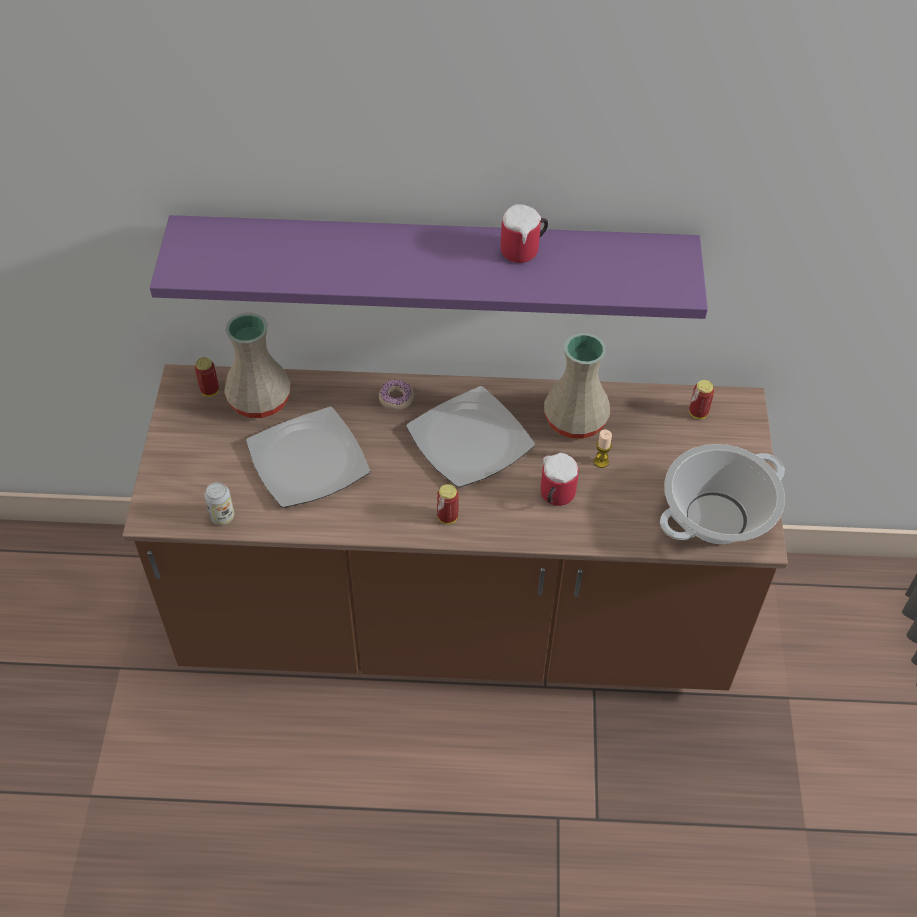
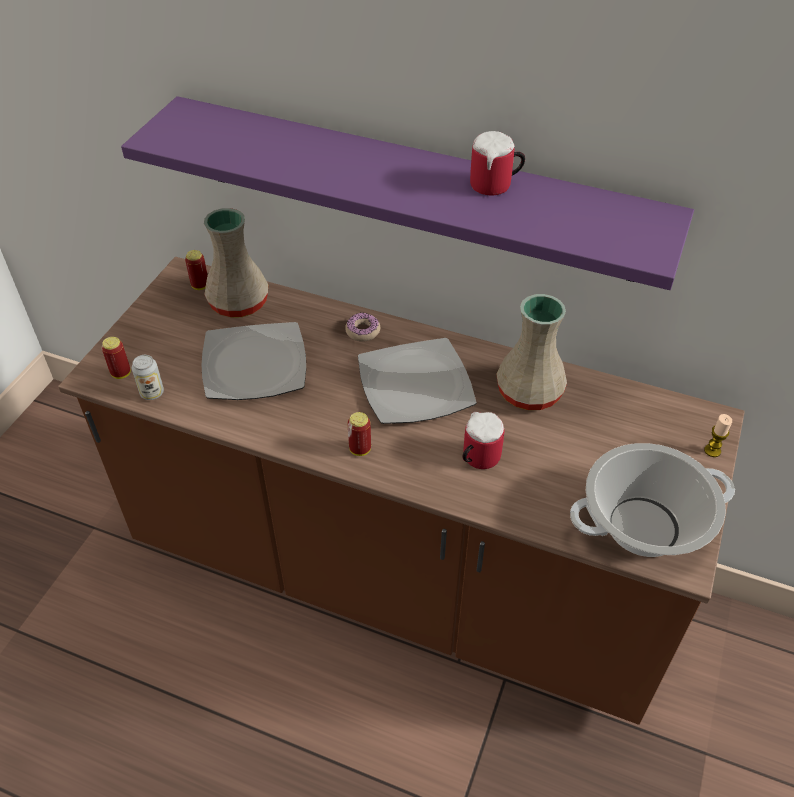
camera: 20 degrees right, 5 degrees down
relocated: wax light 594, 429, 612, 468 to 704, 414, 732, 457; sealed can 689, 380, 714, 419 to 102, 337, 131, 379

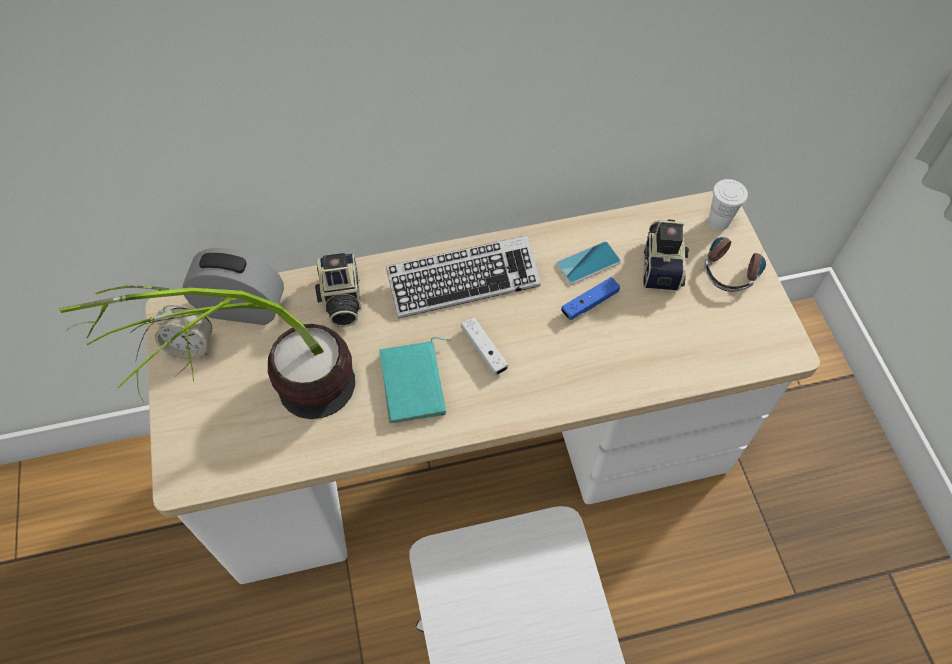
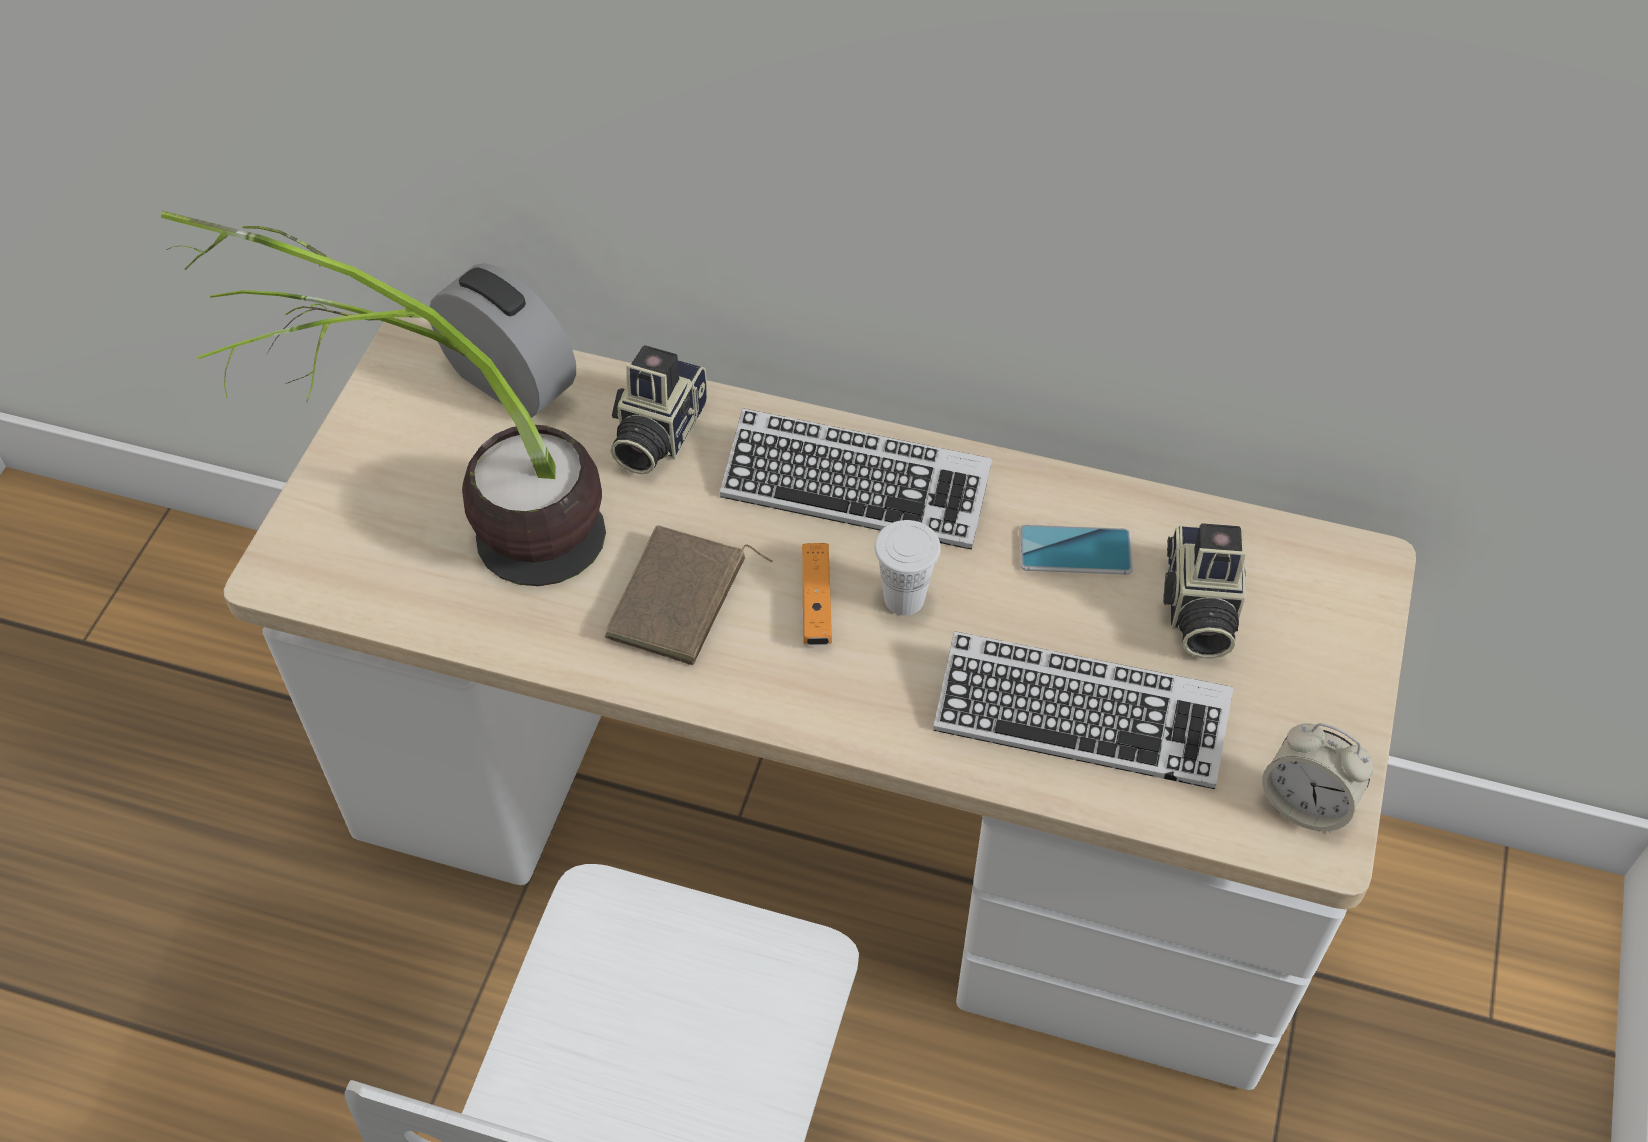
camera: 30 degrees right, 5 degrees down
missing: gamepad/bluish 561, 277, 620, 320; headphones 704, 237, 767, 292
appeared: keyboard 933, 631, 1233, 789
relocated: alarm clock 155, 305, 212, 359 to 1262, 723, 1374, 833; small cup/whitish 708, 179, 748, 231 to 874, 520, 941, 615
colour: volume/blue-green 379, 337, 451, 423 to volume/brown 604, 525, 773, 665; gamepad/whitish 461, 317, 508, 375 to gamepad/orange 802, 543, 832, 646
spun: photo camera 643, 219, 689, 291 = 1163, 523, 1246, 659 150 degrees clockwise

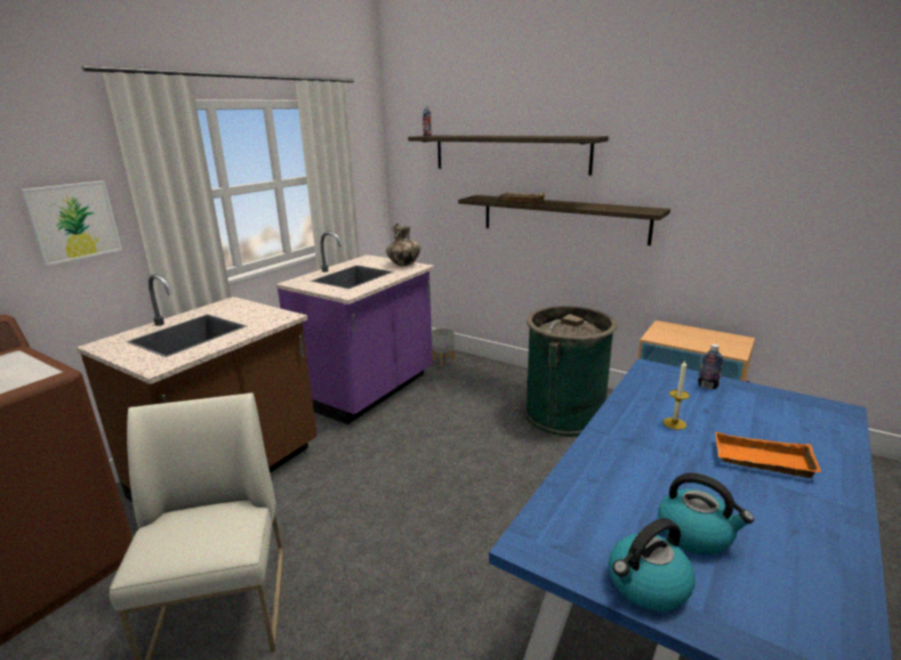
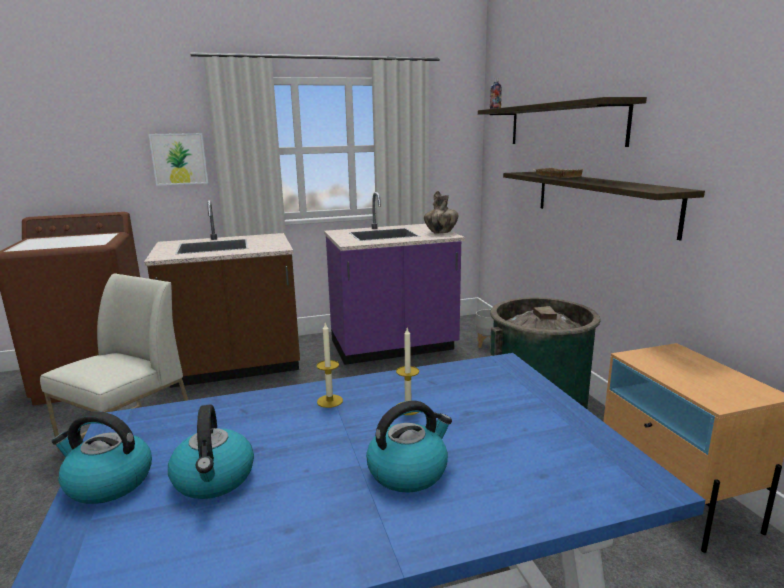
camera: 40 degrees right, 5 degrees down
missing: bottle 698, 344, 723, 389
appeared: wax light 316, 323, 343, 408
exchanged: carrying tray/orange 715, 432, 821, 478 to kettle 366, 401, 452, 493

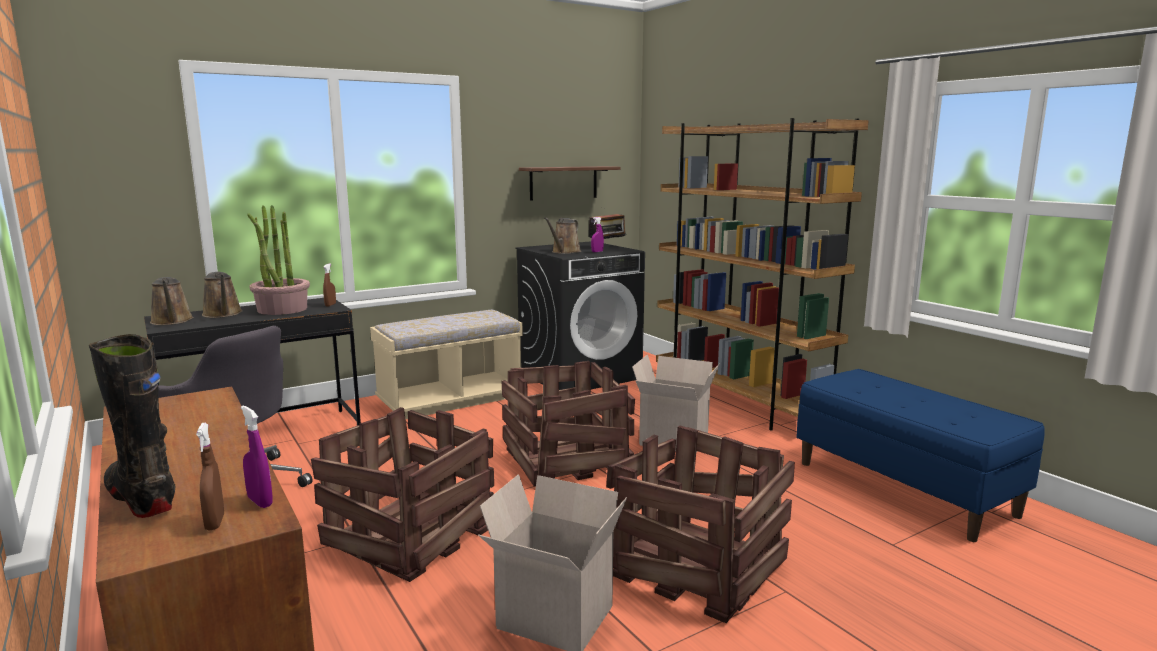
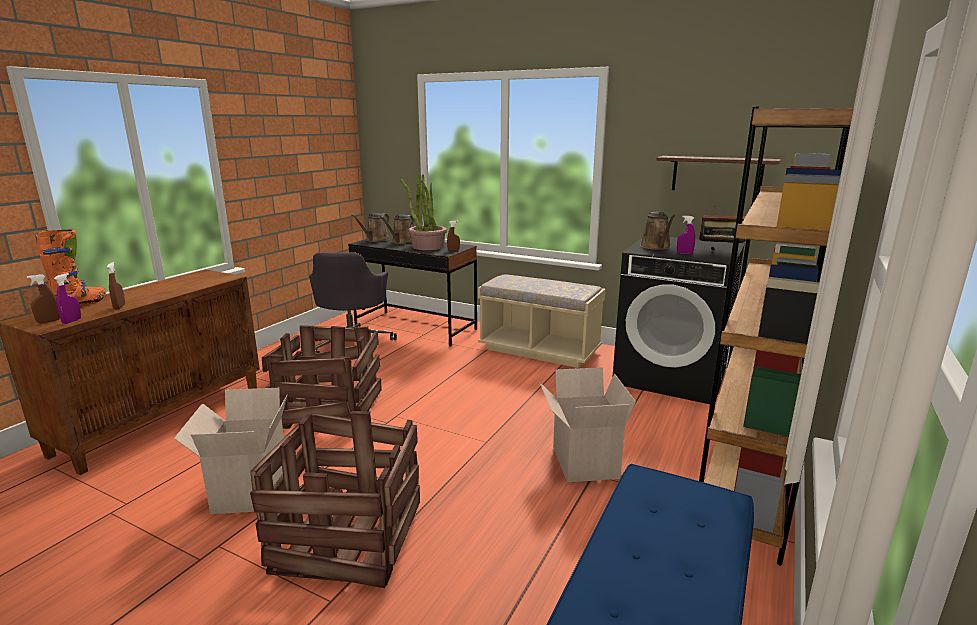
camera: 60 degrees right, 5 degrees up
missing: shipping crate 502, 361, 635, 486
appeared: sprayer/brown 106, 262, 125, 309
colour: tall boot/black 89, 334, 175, 518 to tall boot/orange 36, 229, 106, 306
spun: watering can/brown 544, 217, 581, 254 = 640, 211, 675, 250 90 degrees counterclockwise

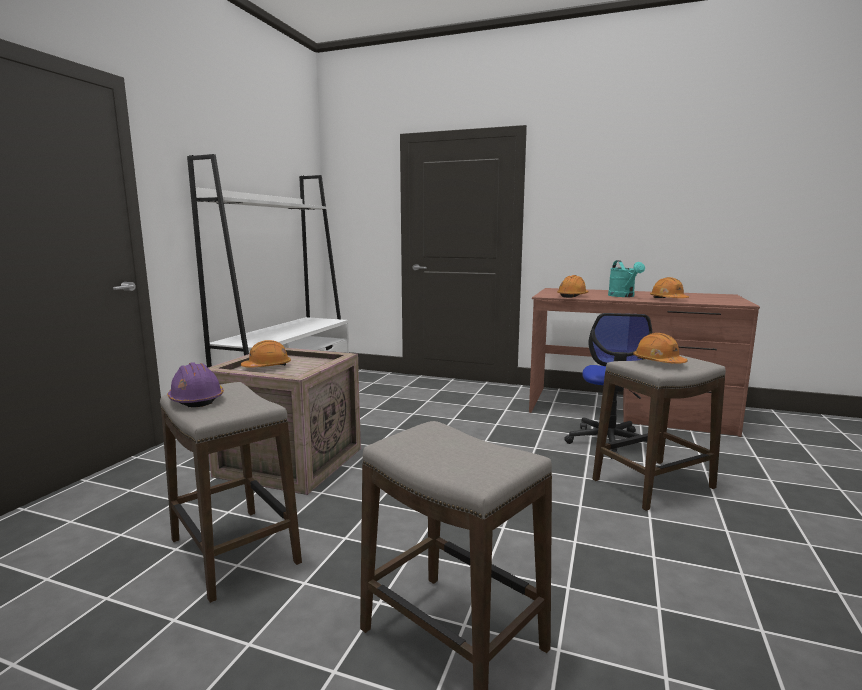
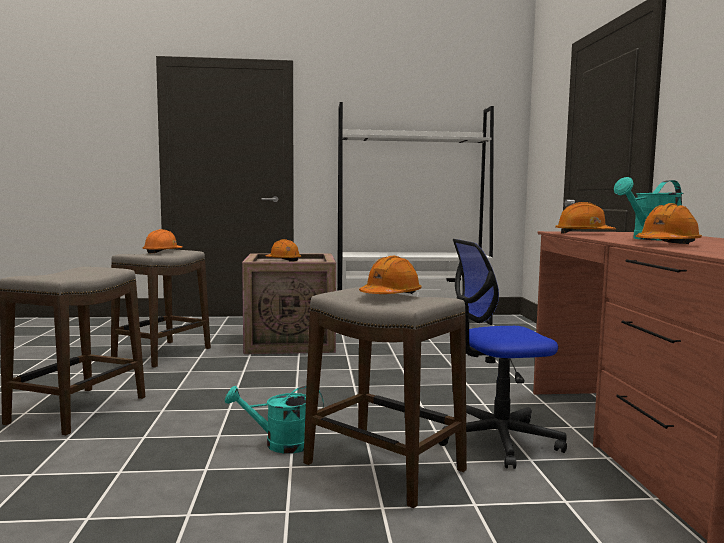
camera: 65 degrees right, 5 degrees down
appeared: watering can/blue-green 225, 386, 324, 454
colour: work helmet/purple 167, 362, 224, 407 to work helmet/orange 142, 229, 183, 253

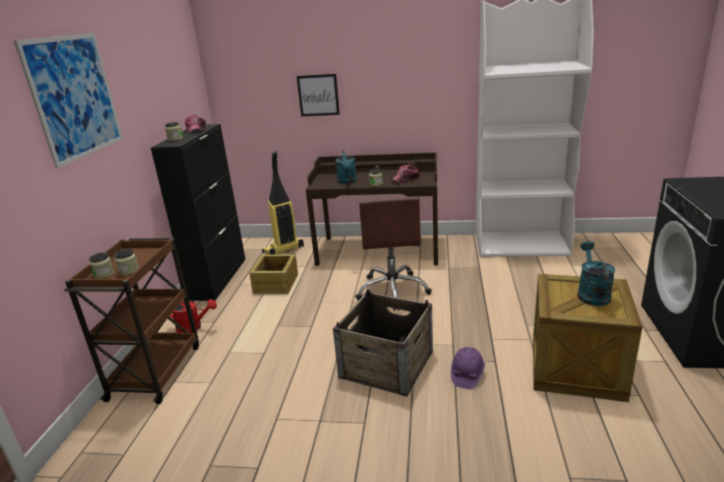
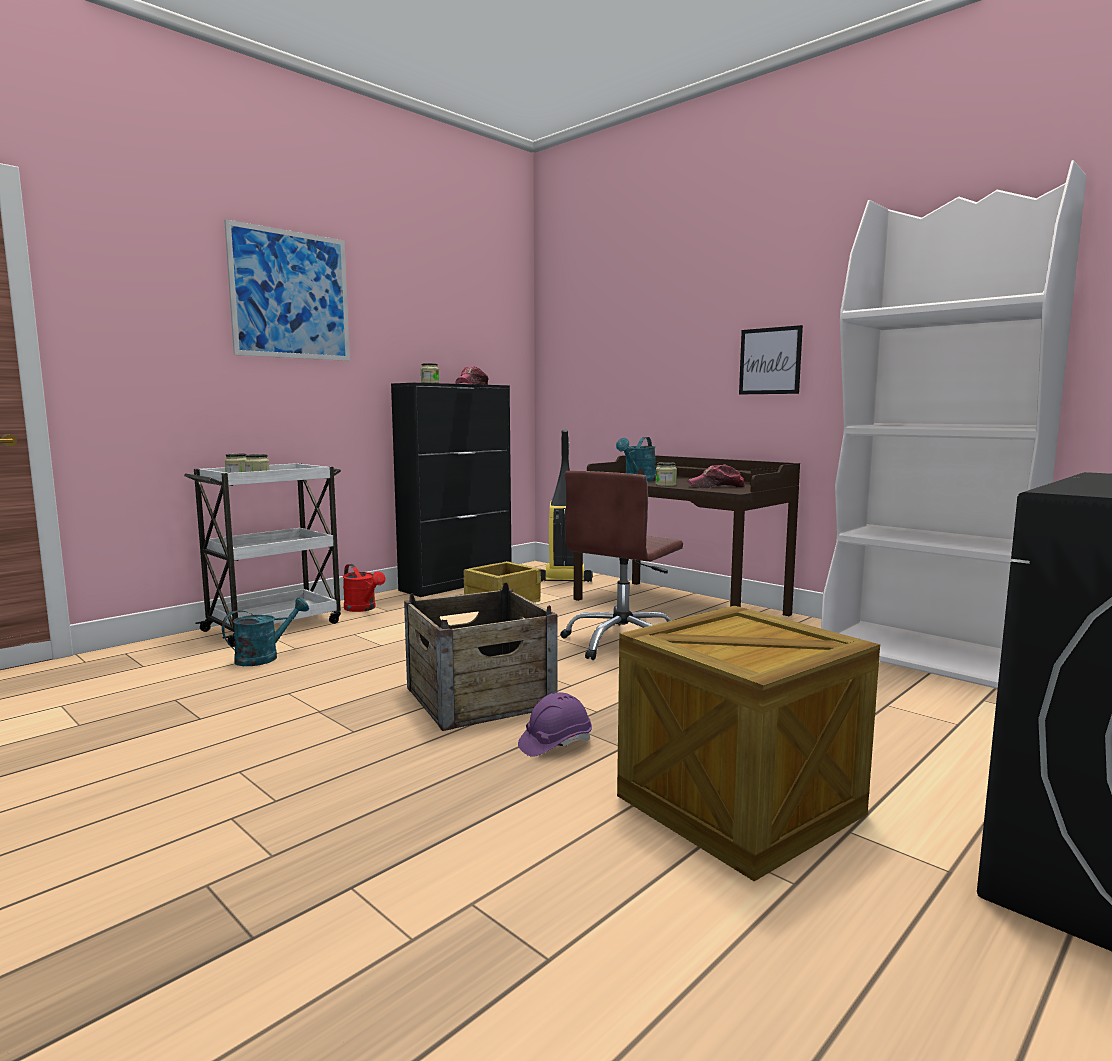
camera: 35 degrees right, 15 degrees down
relocated: wall picture 297, 74, 340, 117 to 739, 325, 803, 394; watering can/blue-green 577, 241, 615, 306 to 222, 598, 309, 666
colour: wheeled cart/brown 64, 238, 199, 404 to wheeled cart/whitish 184, 463, 341, 647

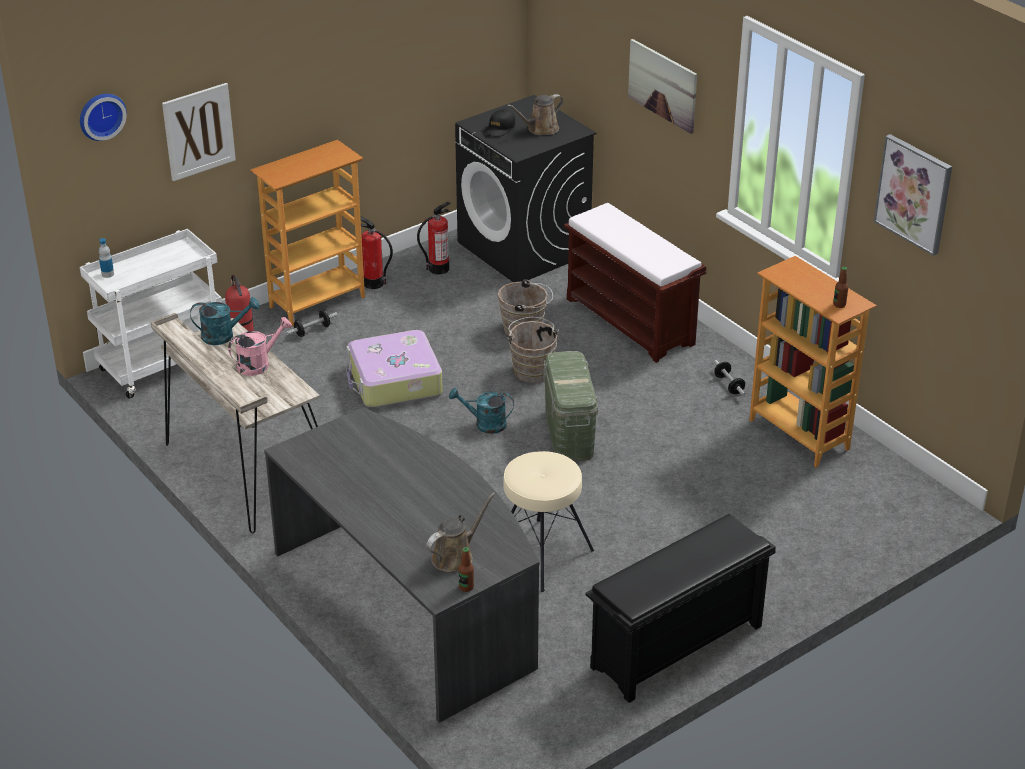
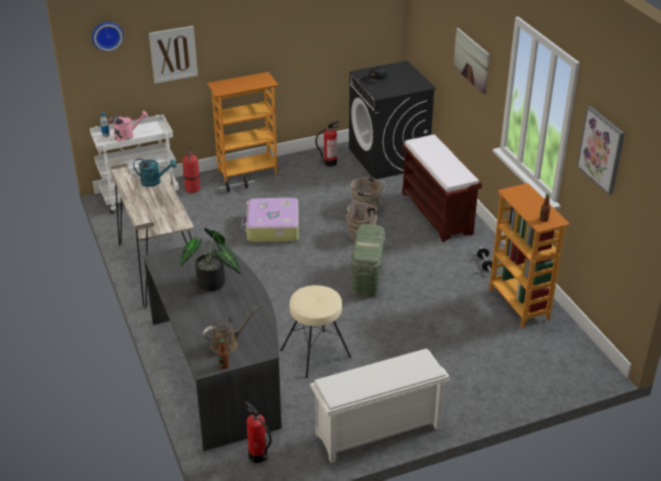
camera: 15 degrees right, 0 degrees up
missing: watering can/blue-green 449, 387, 514, 434; watering can/brown 507, 94, 564, 135
appeared: potted plant 181, 228, 241, 291
relocated: watering can/pink 228, 317, 292, 376 to 108, 111, 148, 141; extinguisher 360, 216, 393, 289 to 245, 401, 272, 463
colour: shoe rack/black 586, 514, 776, 703 to shoe rack/whitish 310, 348, 450, 463

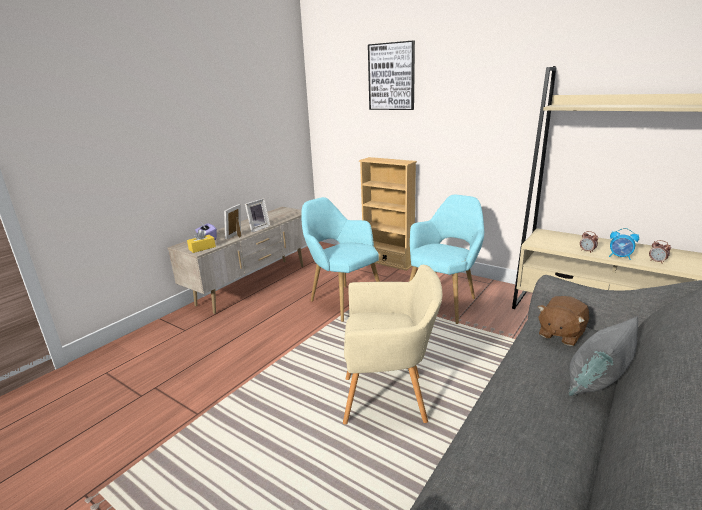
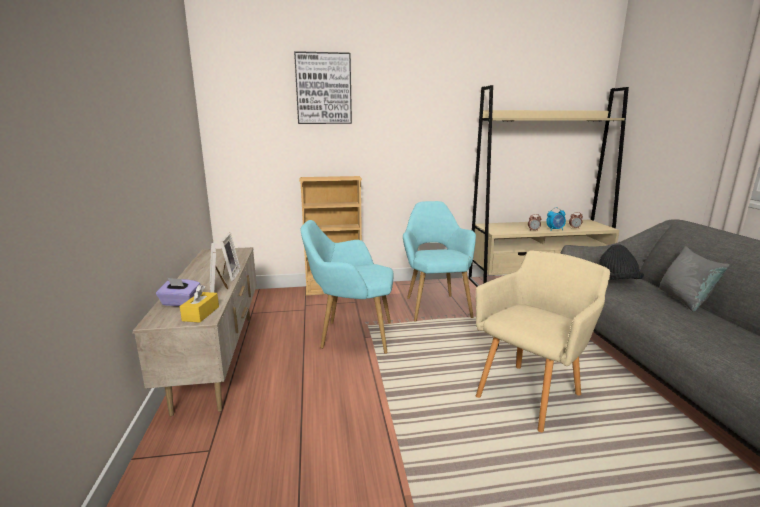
camera: 45 degrees left, 5 degrees down
exchanged: cuddly toy/brown 538, 296, 589, 346 to hat/black 599, 244, 644, 280

